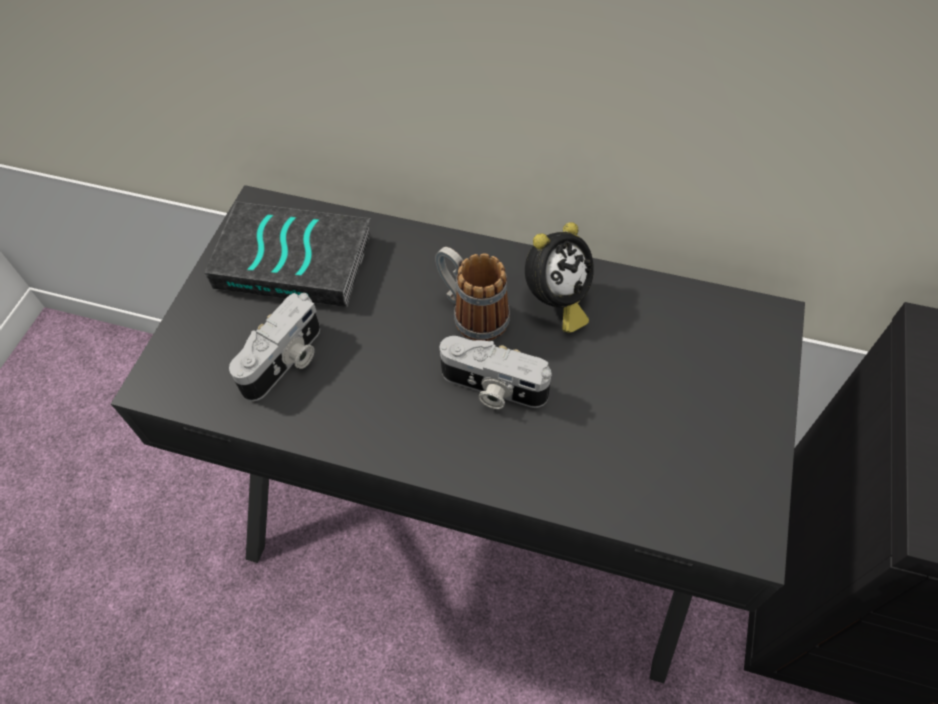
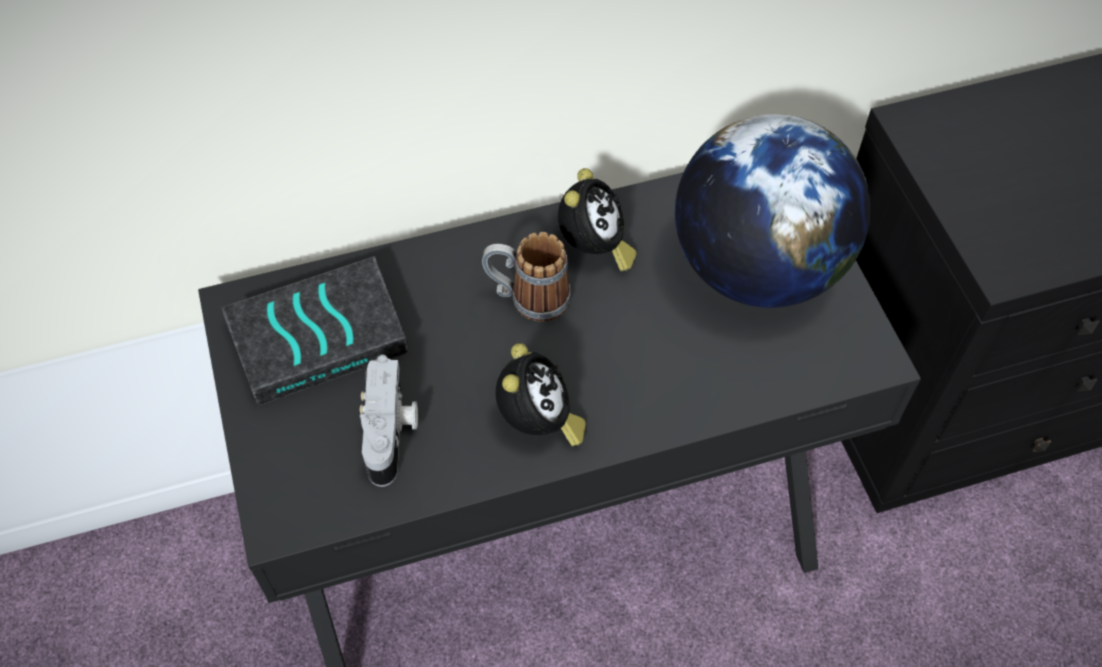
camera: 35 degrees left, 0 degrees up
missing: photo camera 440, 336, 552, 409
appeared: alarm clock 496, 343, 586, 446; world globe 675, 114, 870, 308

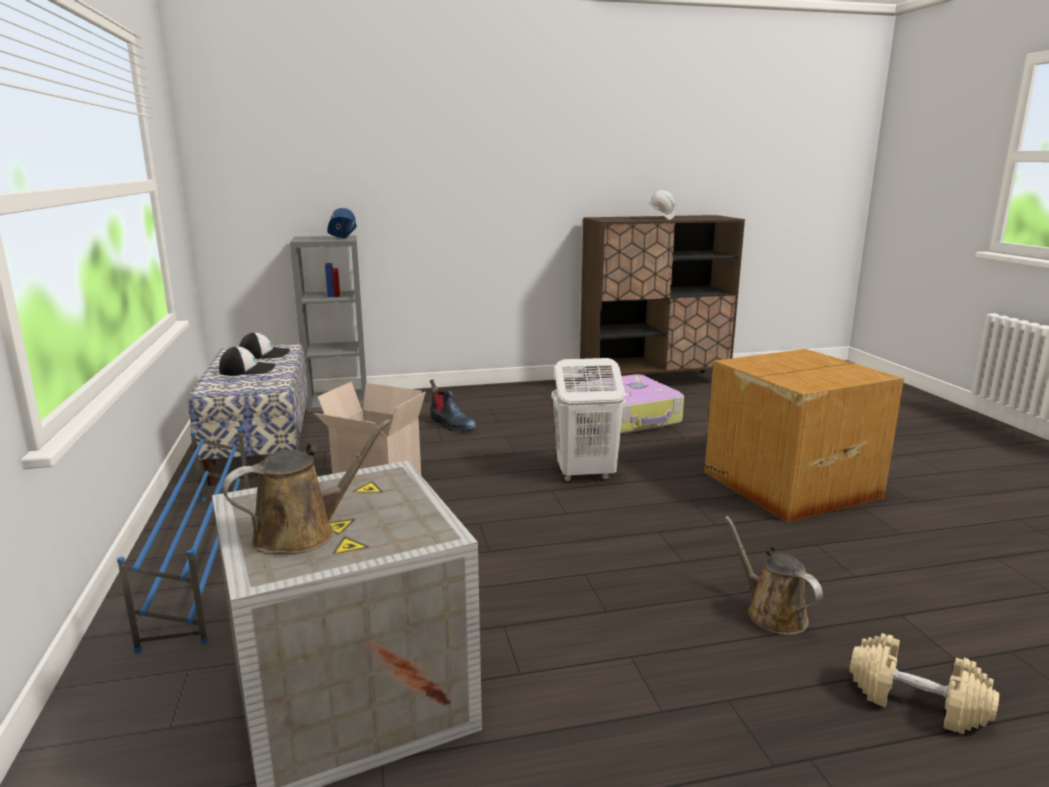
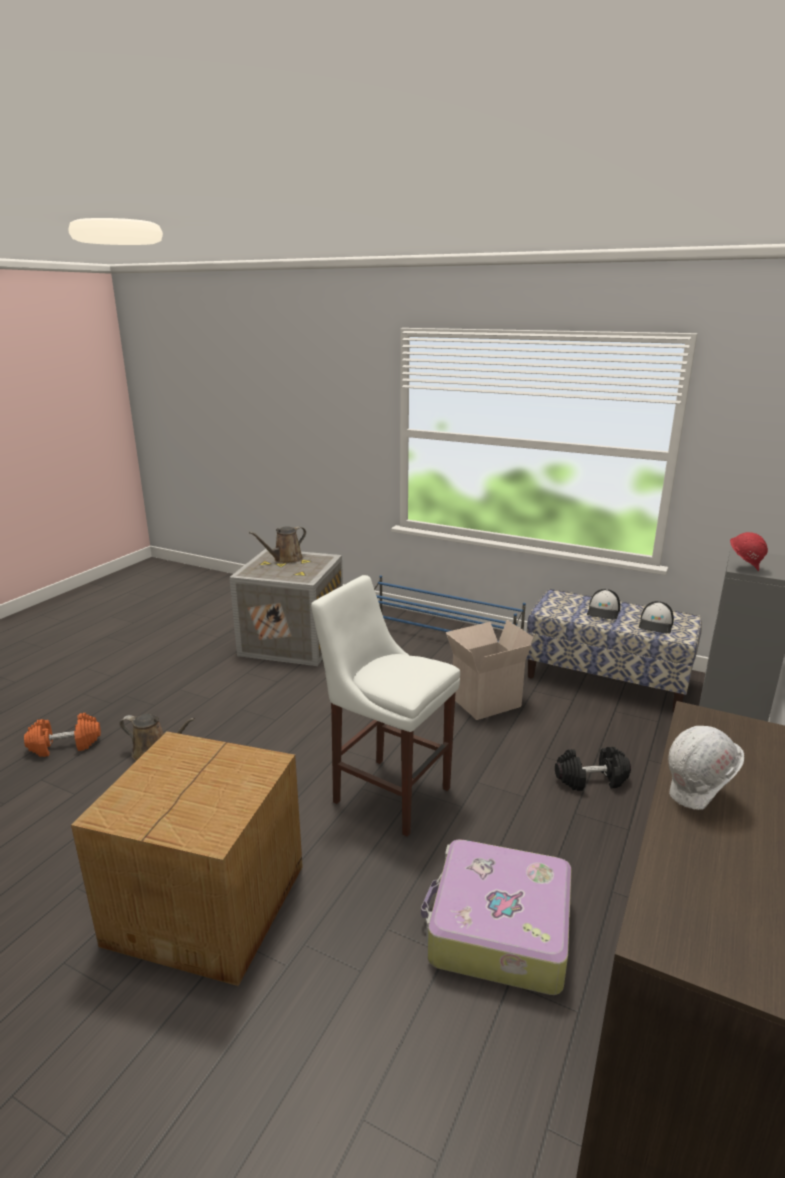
camera: 130 degrees right, 5 degrees up
exchanged: tall boot 430, 380, 477, 431 to hand weight/black 555, 747, 631, 791; laundry basket/whitish 551, 358, 626, 482 to stool/whitish 311, 575, 460, 837
colour: work helmet/bluish 327, 208, 357, 238 to work helmet/red 730, 532, 768, 572; hand weight/beige 849, 633, 999, 734 to hand weight/orange 24, 713, 101, 757
spun: watering can/brown 222, 419, 391, 555 = 249, 526, 306, 564 45 degrees clockwise

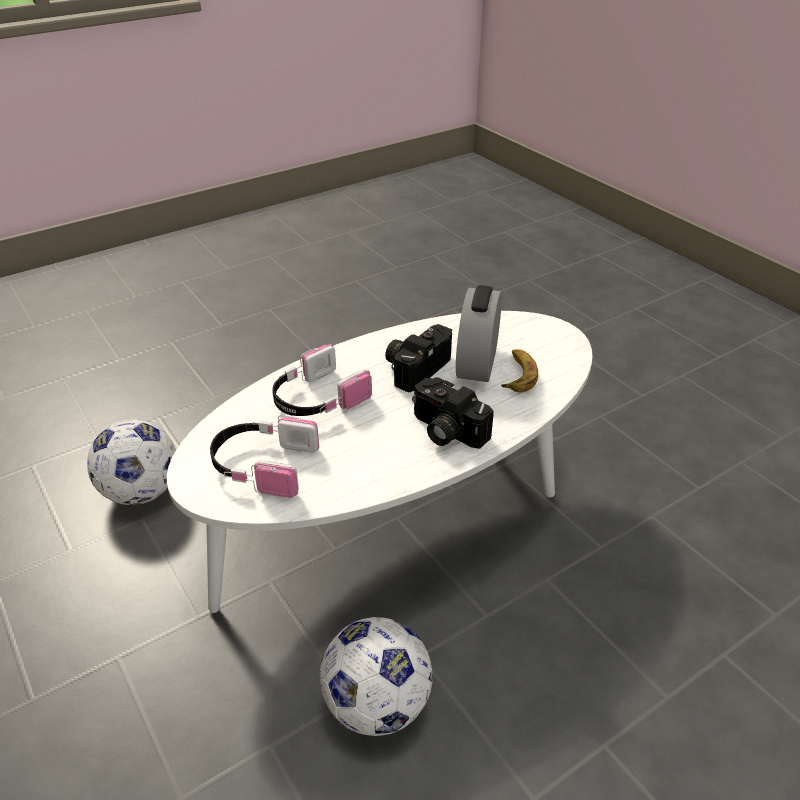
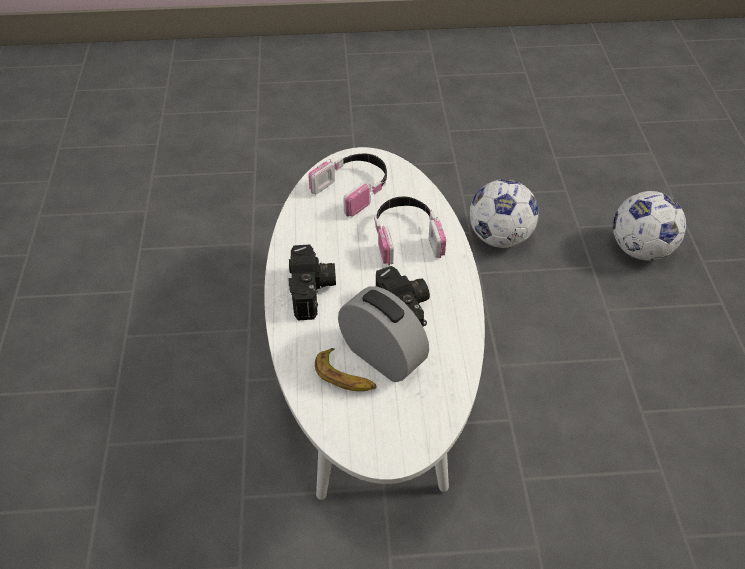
camera: 120 degrees right, 10 degrees up
relocated: football ball 320, 617, 433, 736 to 613, 191, 686, 261
spun: photo camera 412, 377, 494, 449 = 289, 244, 336, 320 105 degrees clockwise

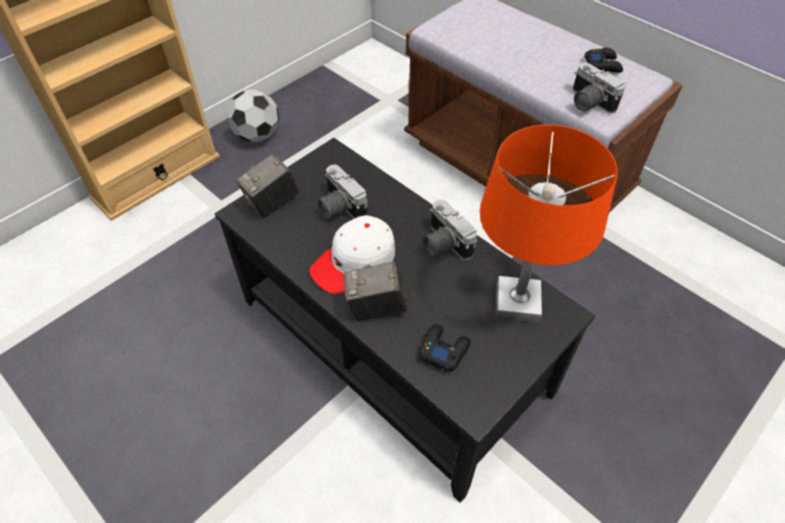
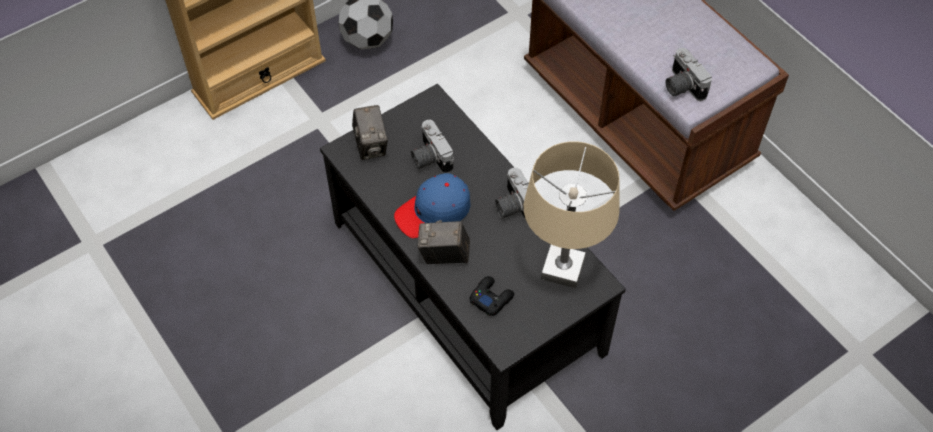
camera: 10 degrees right, 5 degrees up
missing: gamepad/black 584, 48, 623, 73
colour: baseball cap/whitish 309, 215, 395, 294 to baseball cap/bluish 394, 173, 470, 238; lamp for a table/orange 480, 125, 618, 323 to lamp for a table/beige 524, 142, 620, 288
spun: photo camera 236, 153, 299, 218 = 352, 105, 388, 160 75 degrees counterclockwise

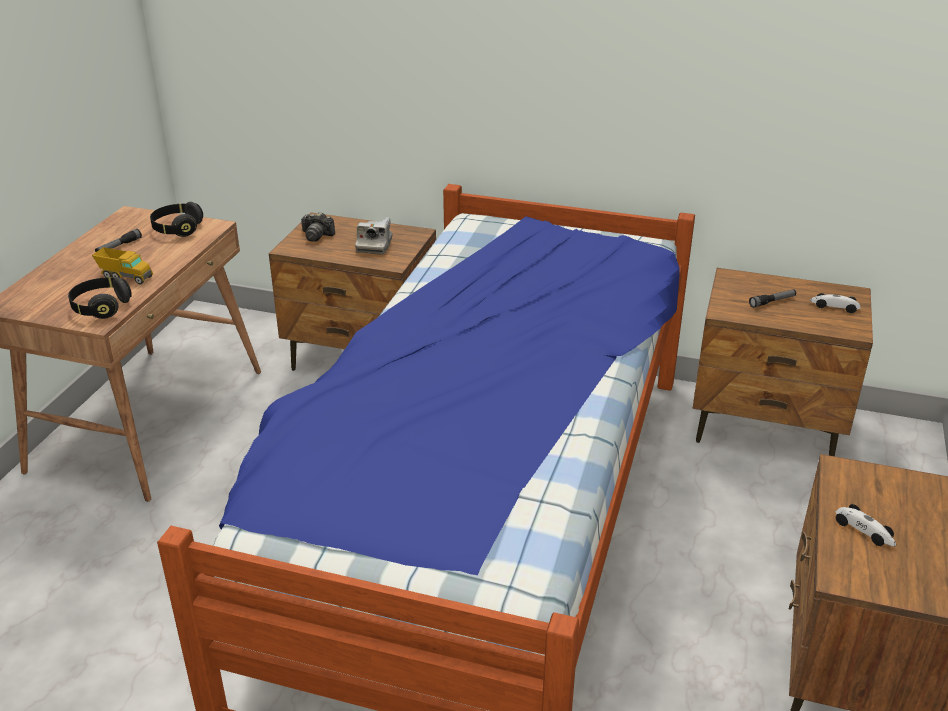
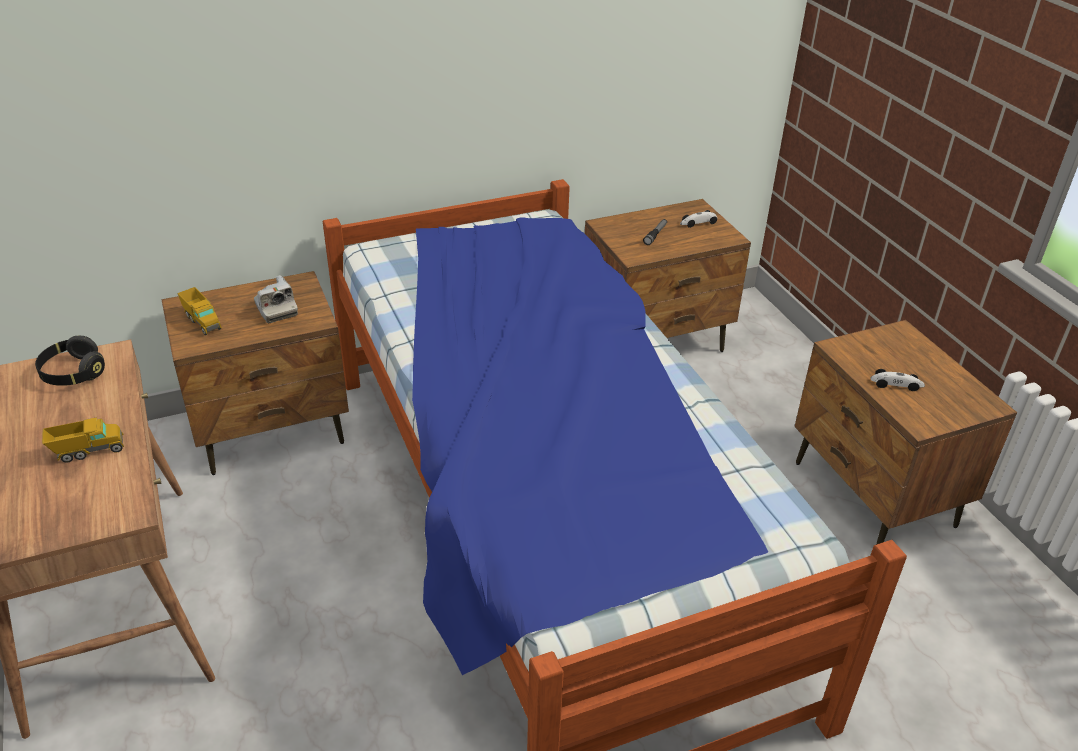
camera: 40 degrees left, 5 degrees up
missing: headphones/black 68, 277, 132, 319; torch 95, 229, 142, 252
exchanged: photo camera 301, 212, 335, 242 to toy lorry 177, 287, 222, 335

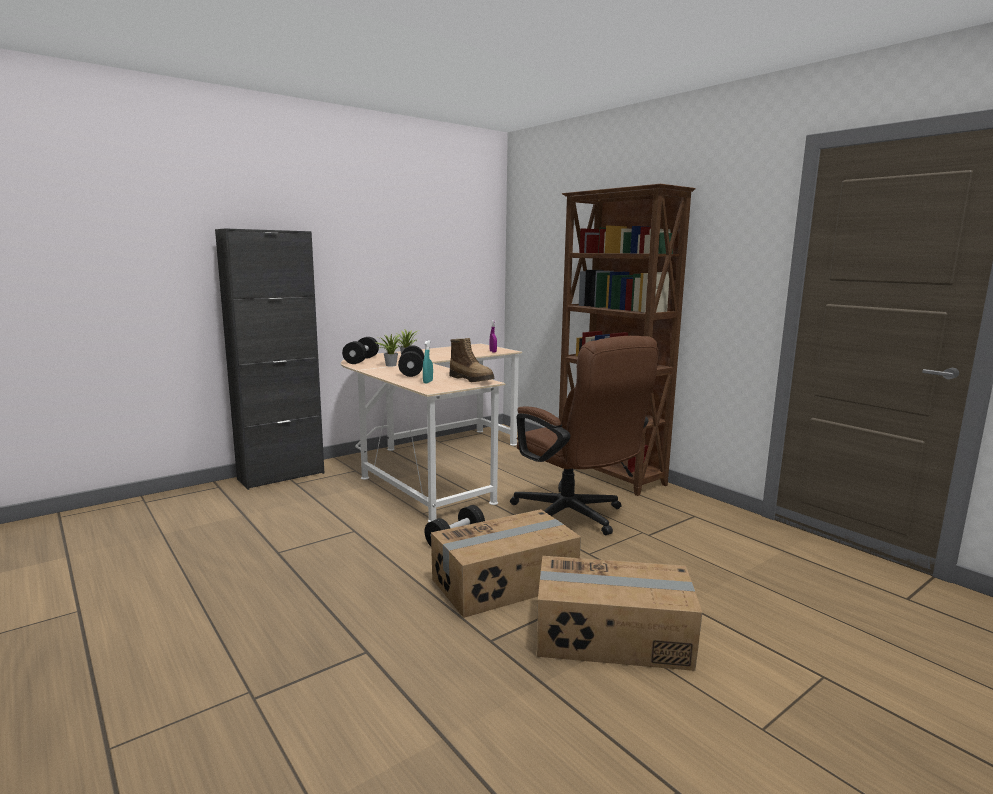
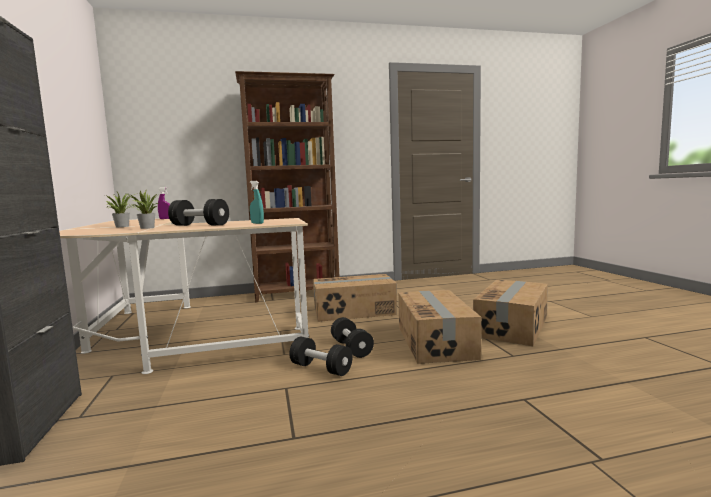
camera: 65 degrees left, 5 degrees down
missing: tall boot 449, 338, 495, 382
relocated: hand weight/black 342, 337, 379, 364 to 289, 337, 353, 376
exchanged: computer chair/brown 510, 336, 659, 535 to cardboard box 313, 274, 397, 322

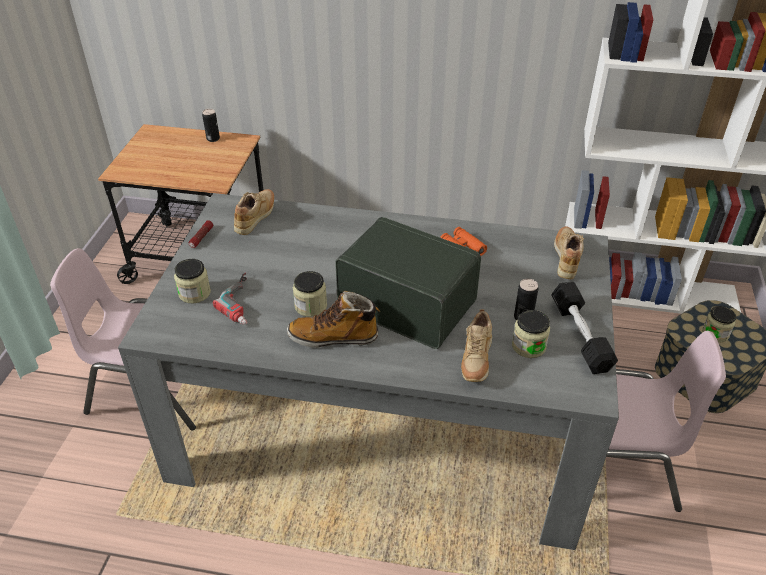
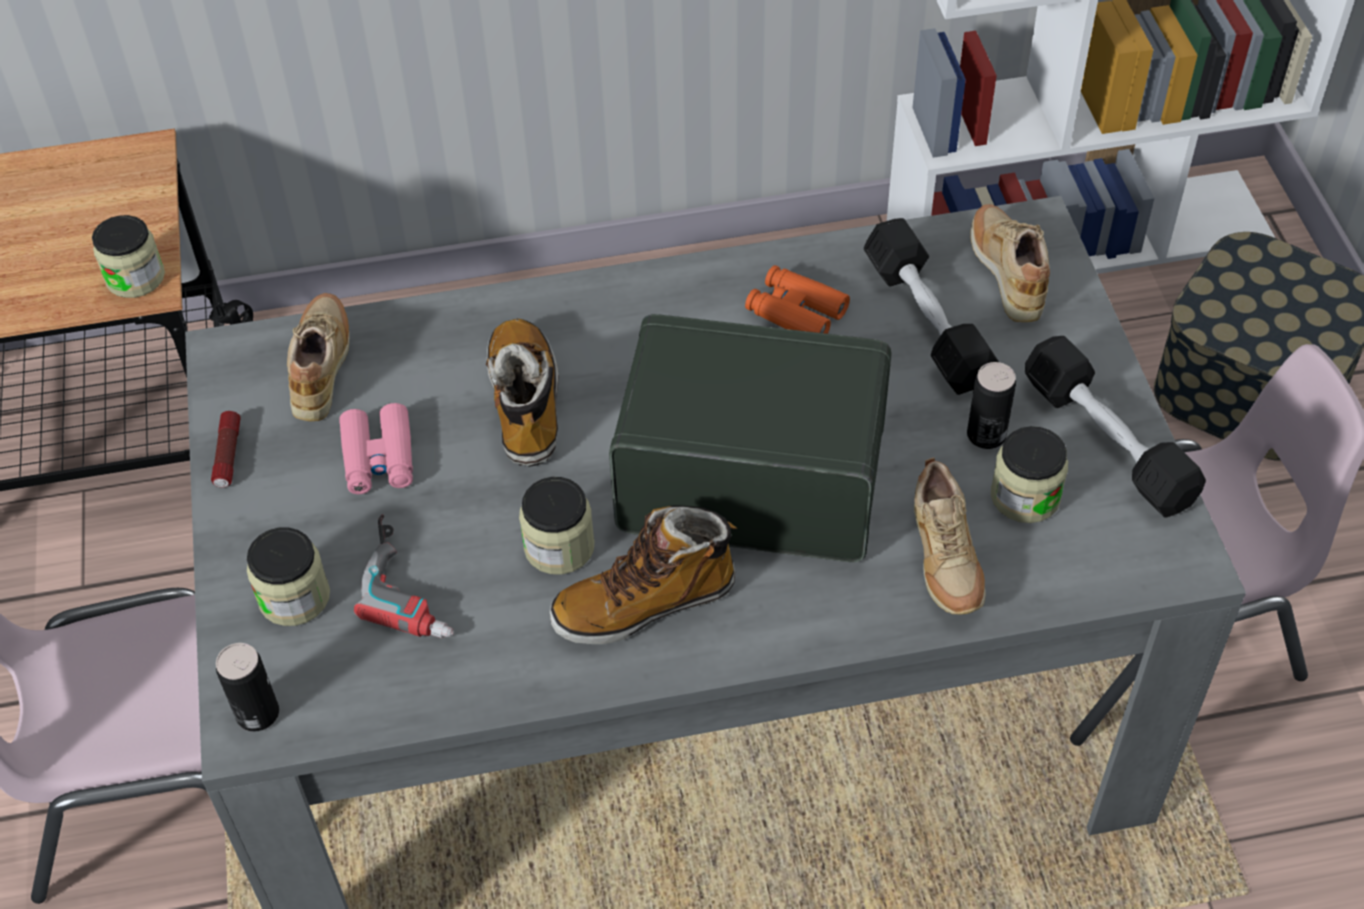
camera: 20 degrees left, 10 degrees up
appeared: binoculars/pink 340, 403, 413, 494; tall boot 486, 319, 559, 467; hand weight/black 864, 218, 999, 395
relocated: sealed can 202, 109, 220, 142 to 216, 643, 279, 732; jar 702, 306, 736, 342 to 92, 215, 165, 298

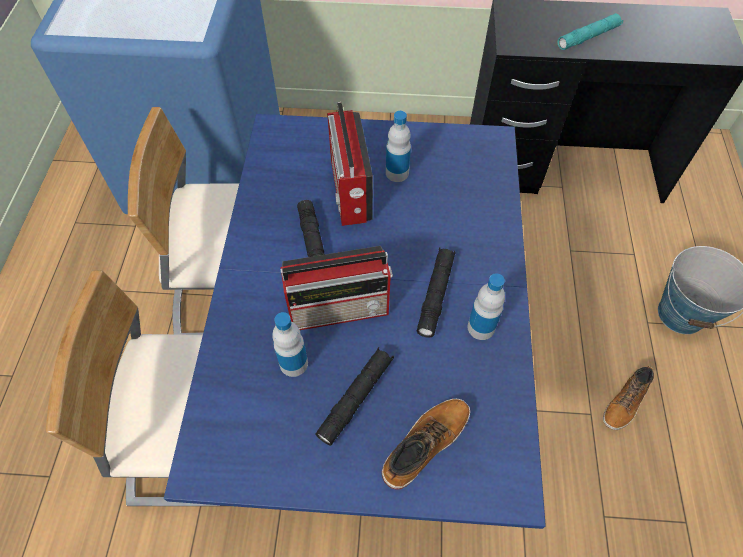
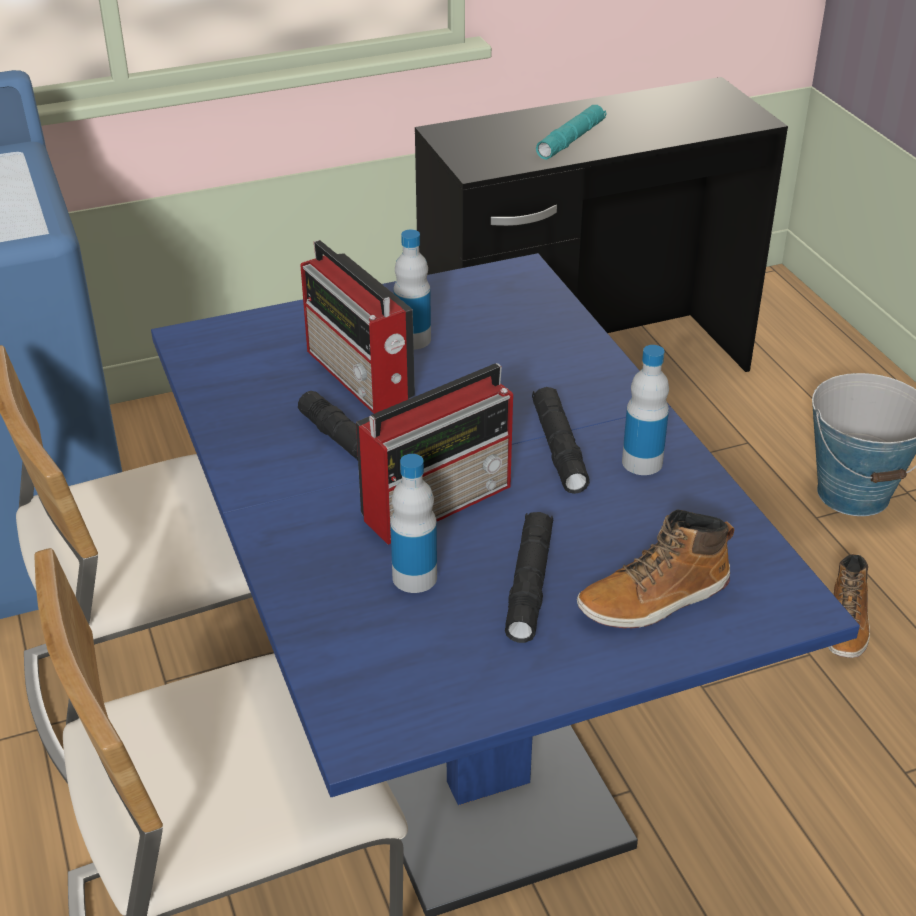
camera: 25 degrees left, 20 degrees down
spun: tall boot 382, 399, 470, 489 = 577, 510, 734, 629 135 degrees counterclockwise

